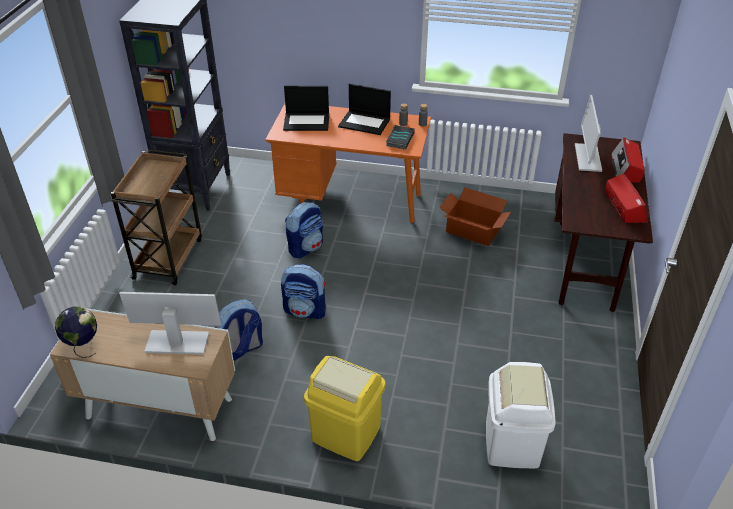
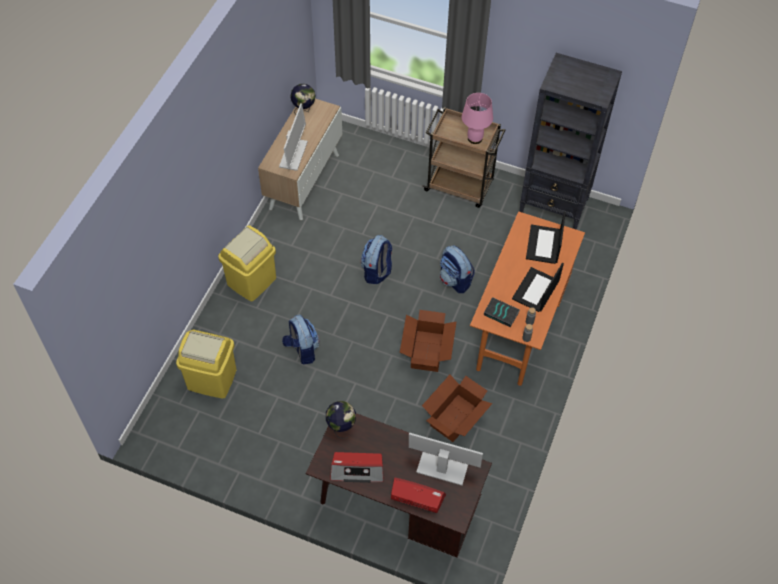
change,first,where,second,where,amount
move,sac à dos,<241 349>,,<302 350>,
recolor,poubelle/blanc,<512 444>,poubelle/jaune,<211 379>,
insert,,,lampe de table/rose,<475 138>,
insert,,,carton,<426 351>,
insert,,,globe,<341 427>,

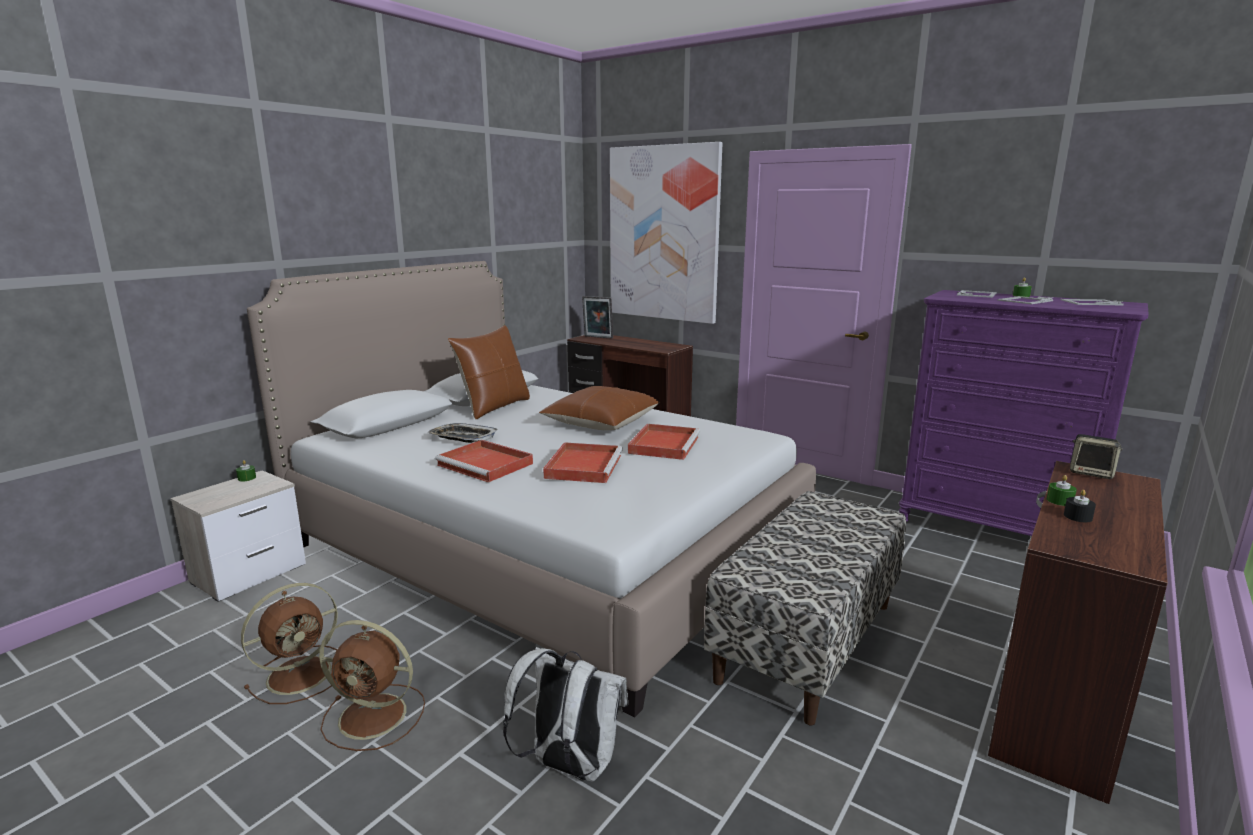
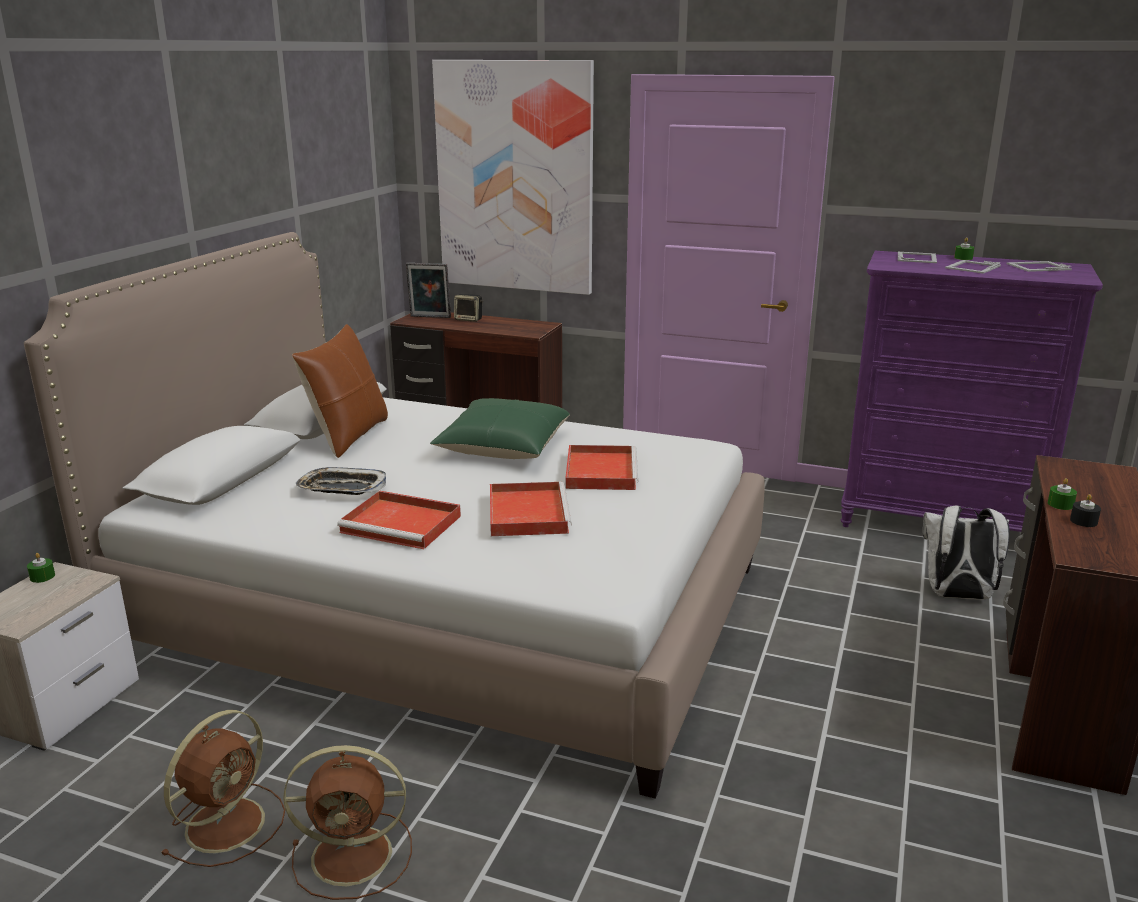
change,first,where,second,where,amount
recolor,coussin/marron,<600 422>,coussin/vert,<503 446>,
move,enceinte,<1091 473>,,<469 319>,
delete,banc,<806 640>,,,
move,sac à dos/blanc,<569 766>,,<957 596>,

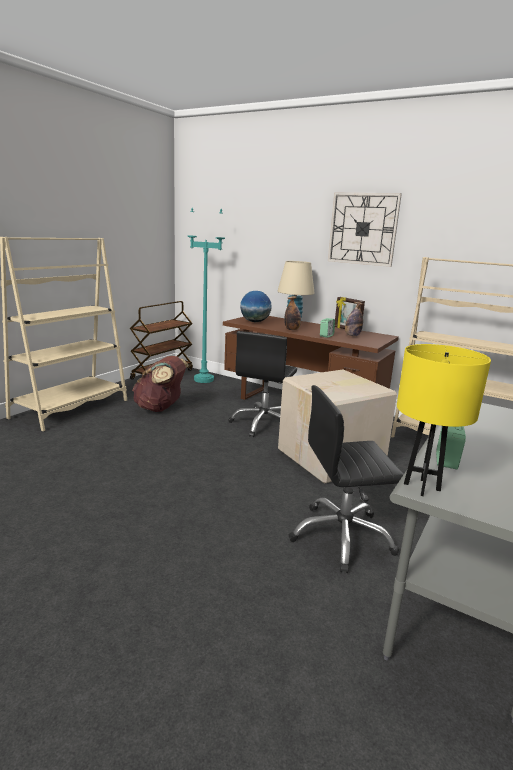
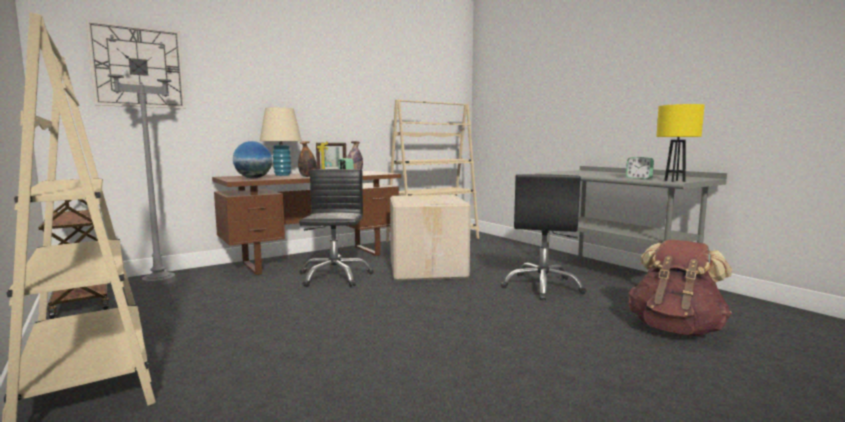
change,first,where,second,where,amount
move,horloge murale,<363 229>,,<138 67>,
recolor,lampadaire/turquoise,<204 379>,lampadaire/gris,<159 281>,
rotate,chaise de bureau/noir,<263 424>,,<334 277>,135 degrees counterclockwise
move,sac à dos/marron,<160 408>,,<675 329>,

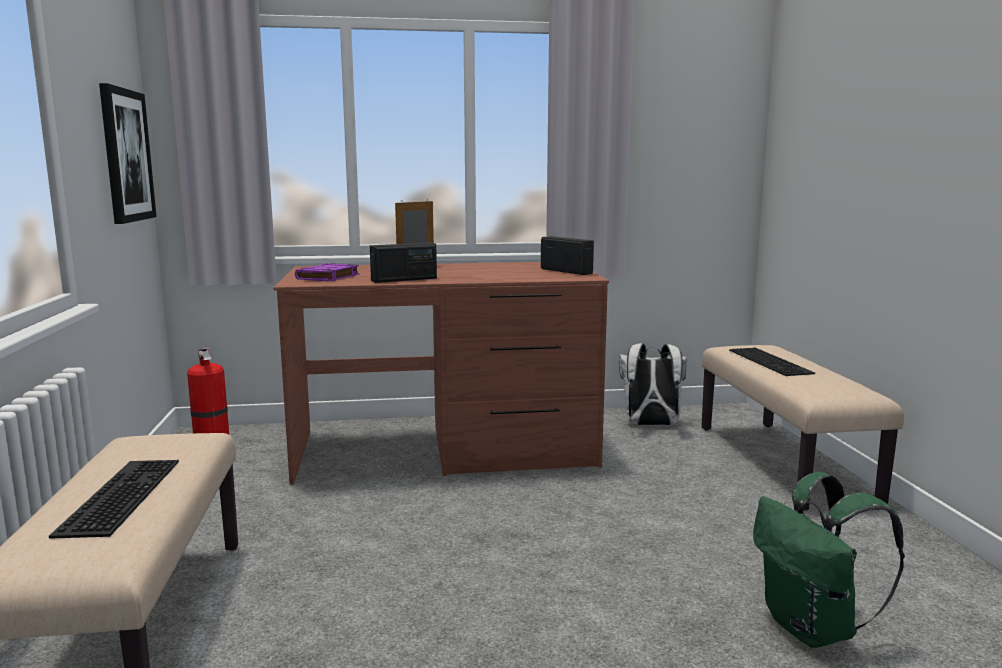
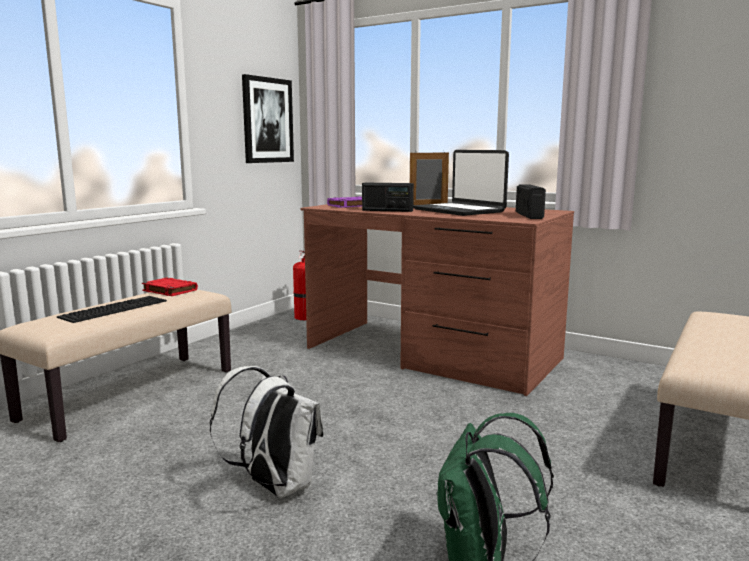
change,first,where,second,where,amount
move,sac à dos/blanc,<650 425>,,<274 486>,
delete,clavier,<771 361>,,,
insert,,,ordinateur portable,<459 210>,
insert,,,livre/rouge,<169 290>,

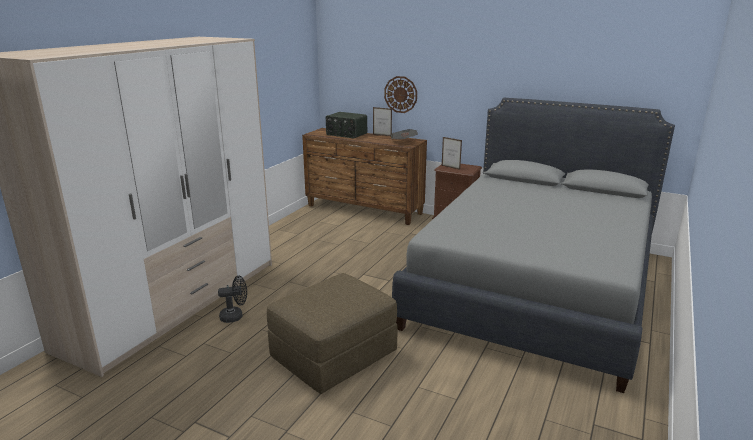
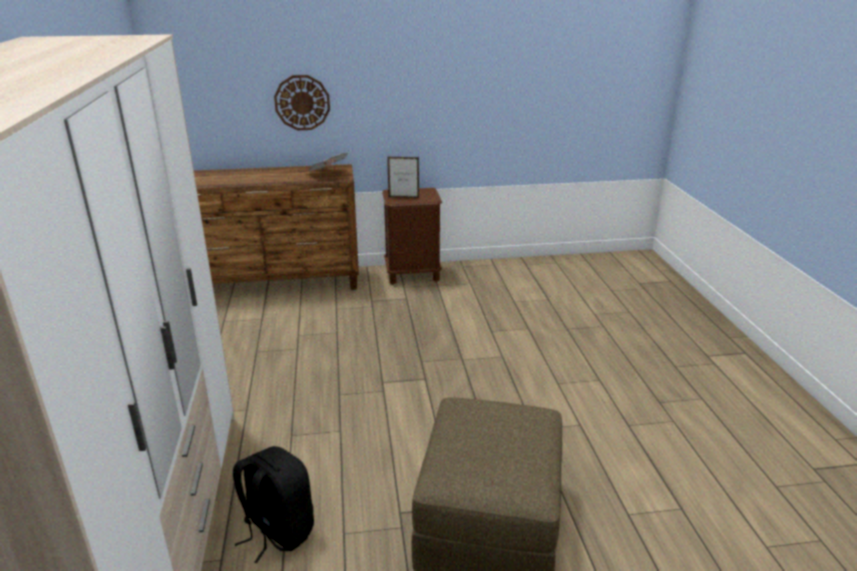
change,first,where,second,where,amount
delete,lit/gris,<535 287>,,,
delete,cadre photo,<382 135>,,,
delete,radio,<346 134>,,,
replace,ventilateur/noir,<235 316>,sac à dos/noir,<277 531>,

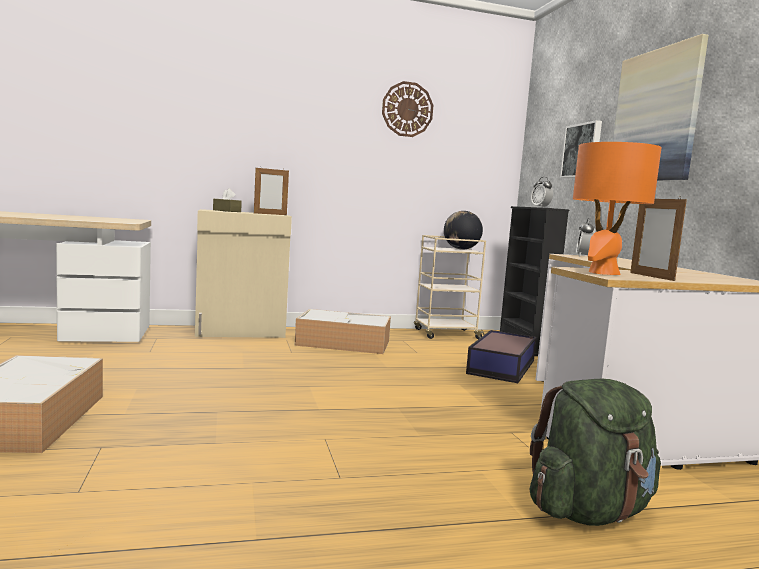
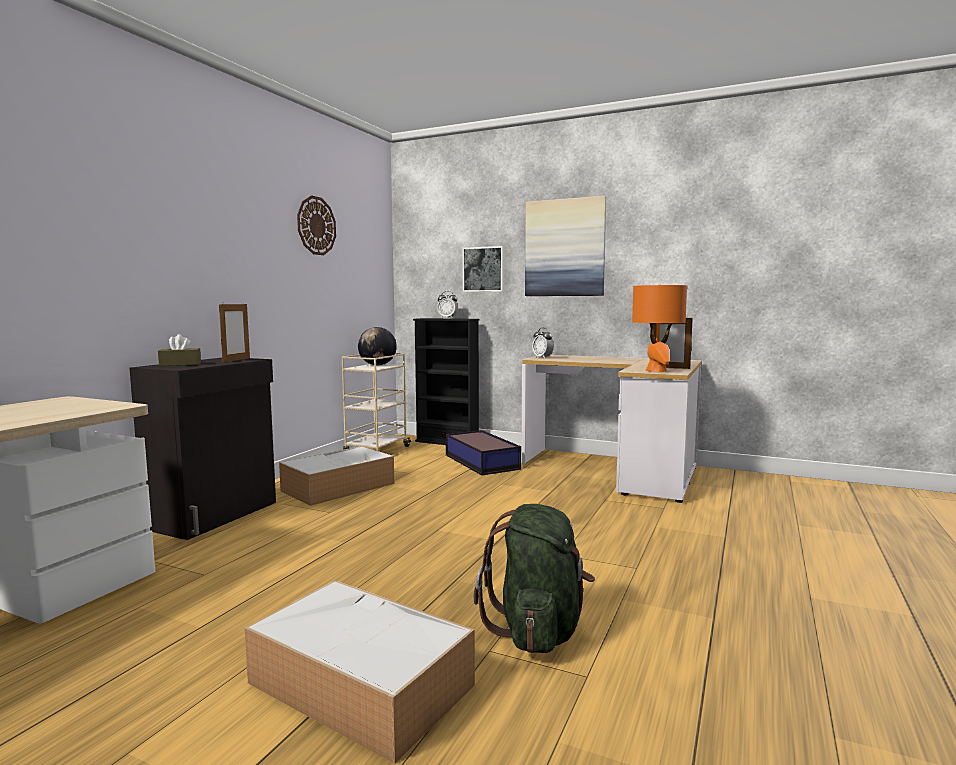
change,first,where,second,where,amount
recolor,meuble de rangement/beige,<241 332>,meuble de rangement/noir,<215 515>,
move,sac à dos/vert,<589 512>,,<538 630>,

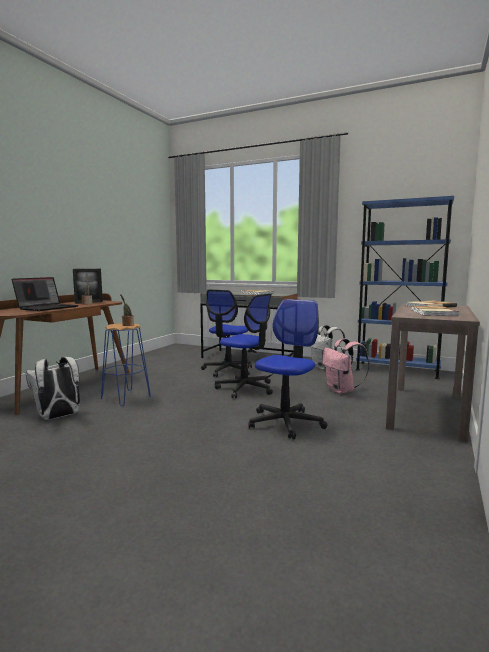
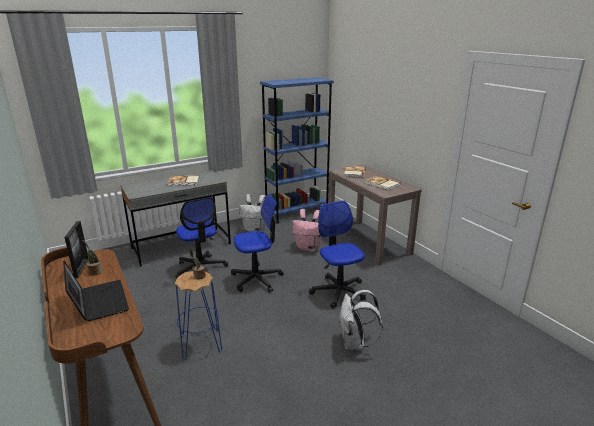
change,first,where,second,where,amount
move,sac à dos/blanc,<58 417>,,<355 343>,

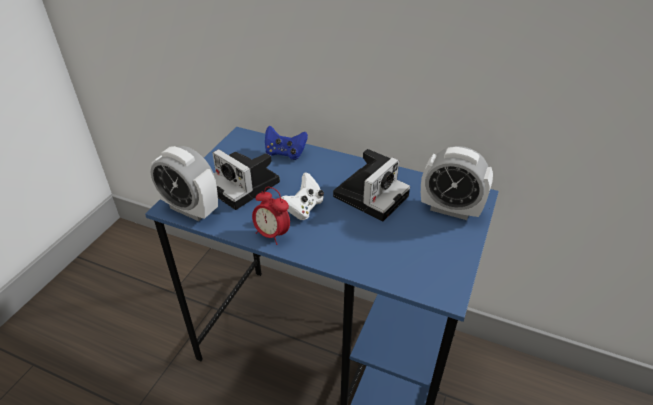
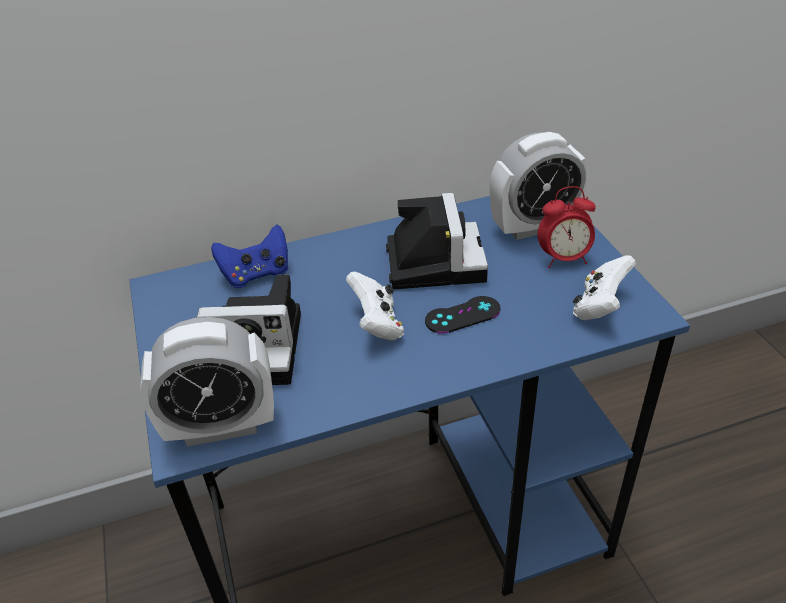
change,first,where,second,where,amount
move,réveil,<272 234>,,<564 259>,
insert,,,manette/blanc,<599 306>,
insert,,,manette/noir,<462 315>,

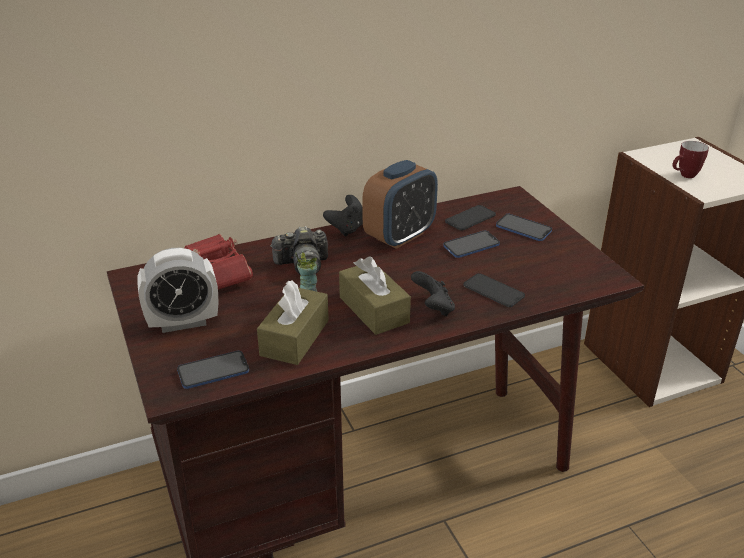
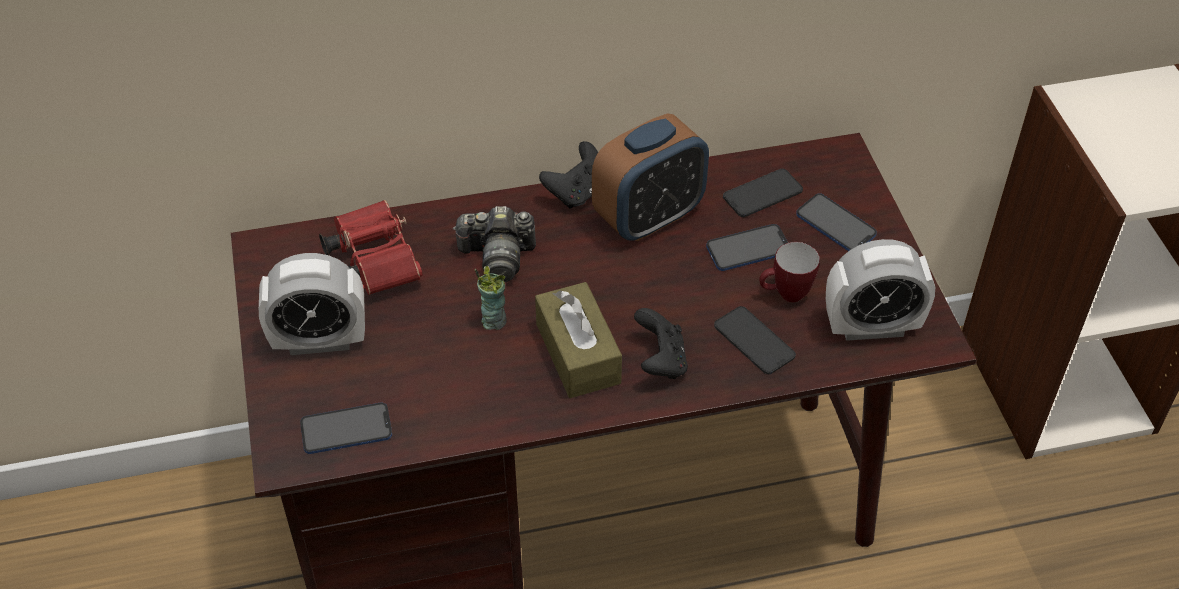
change,first,where,second,where,amount
move,mug,<685 176>,,<785 295>,
delete,boîte à mouchoirs/marron,<295 338>,,,
insert,,,réveil,<871 327>,

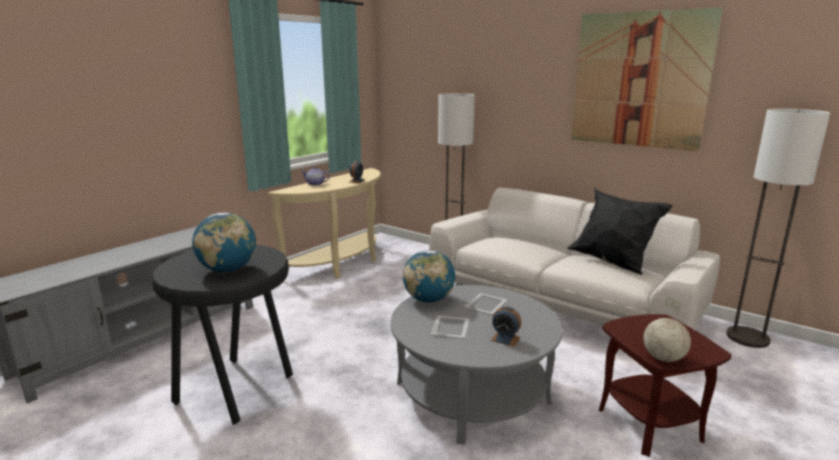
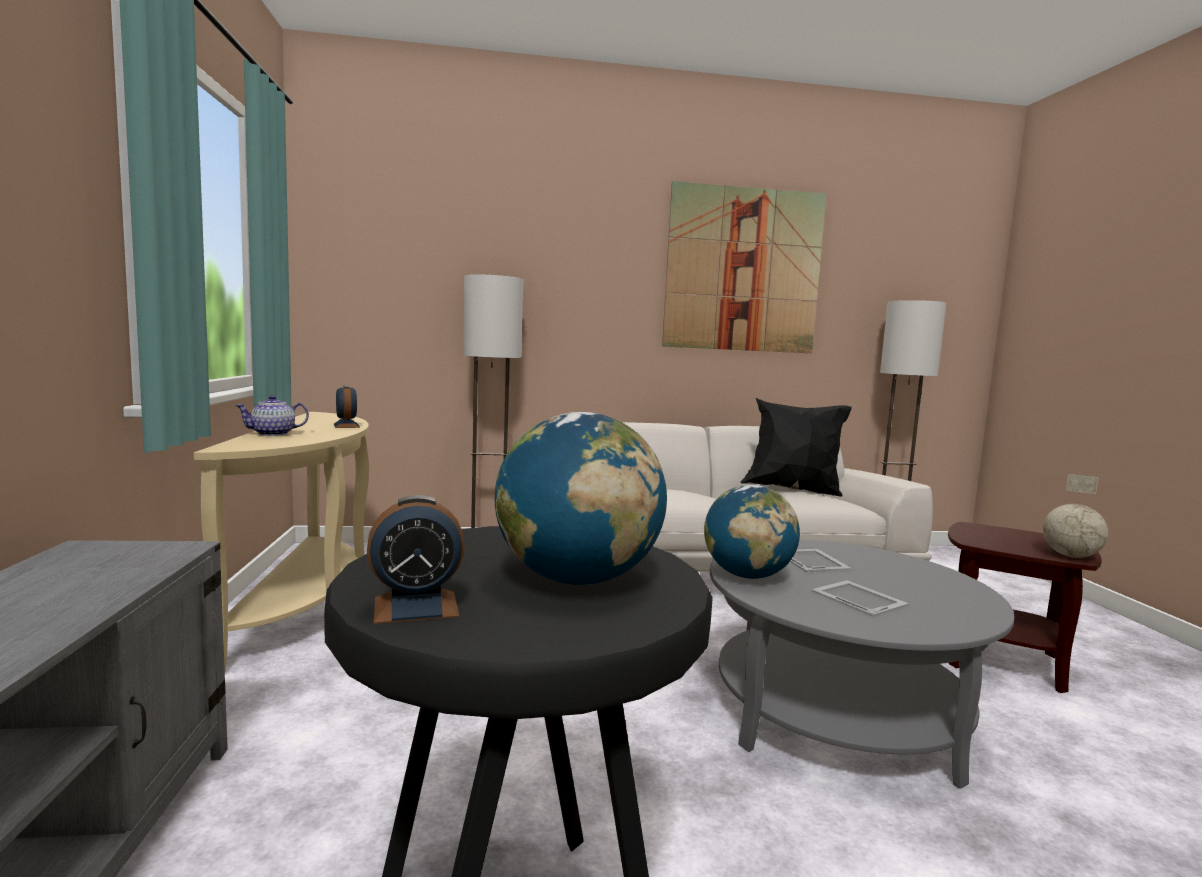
change,first,where,second,where,amount
move,réveil,<505 339>,,<416 607>,

